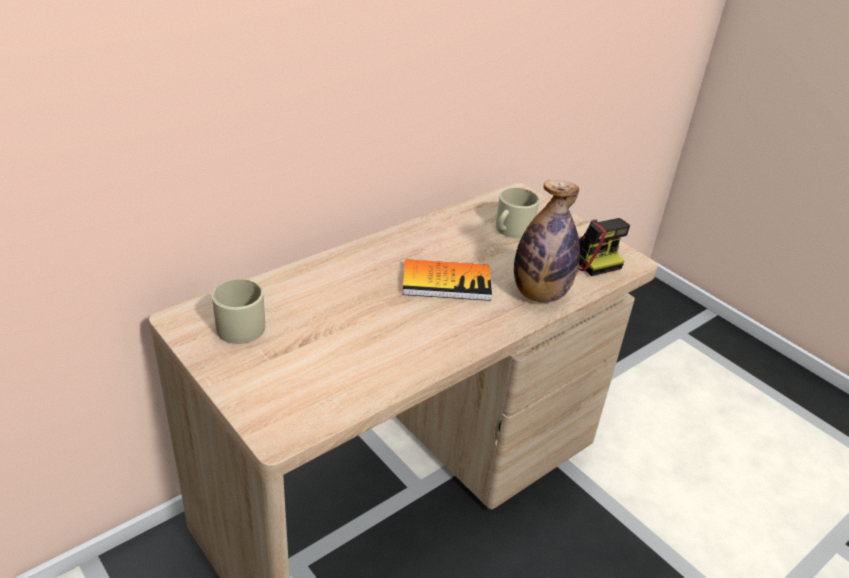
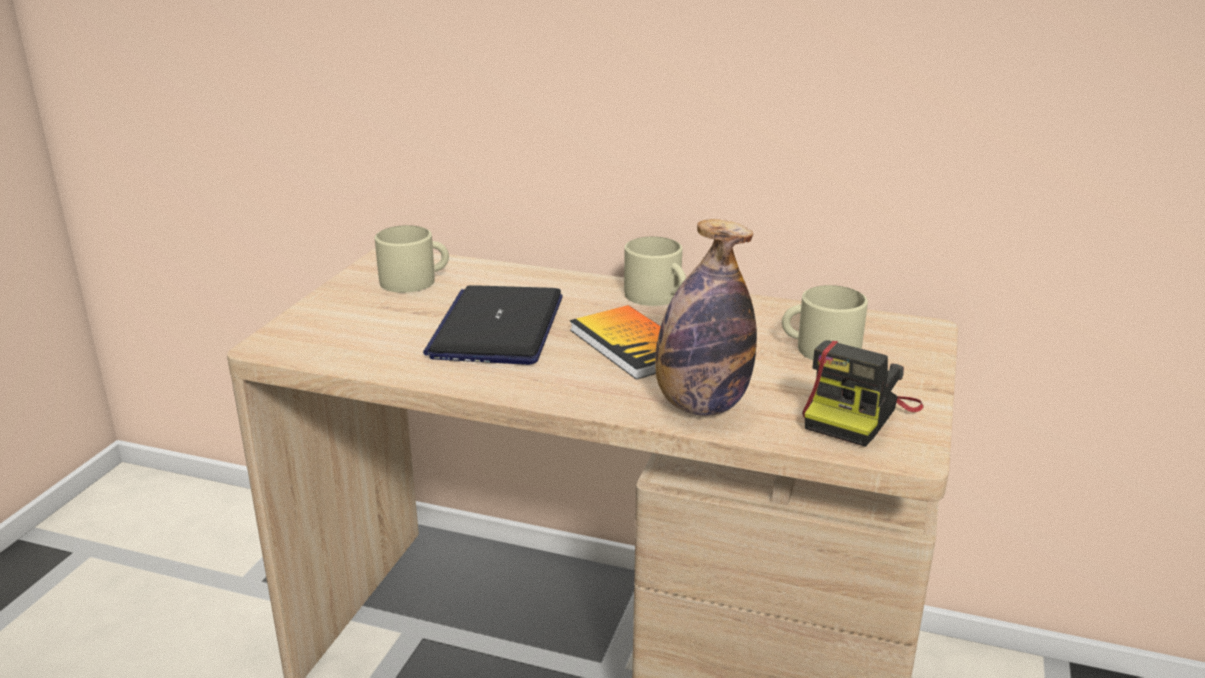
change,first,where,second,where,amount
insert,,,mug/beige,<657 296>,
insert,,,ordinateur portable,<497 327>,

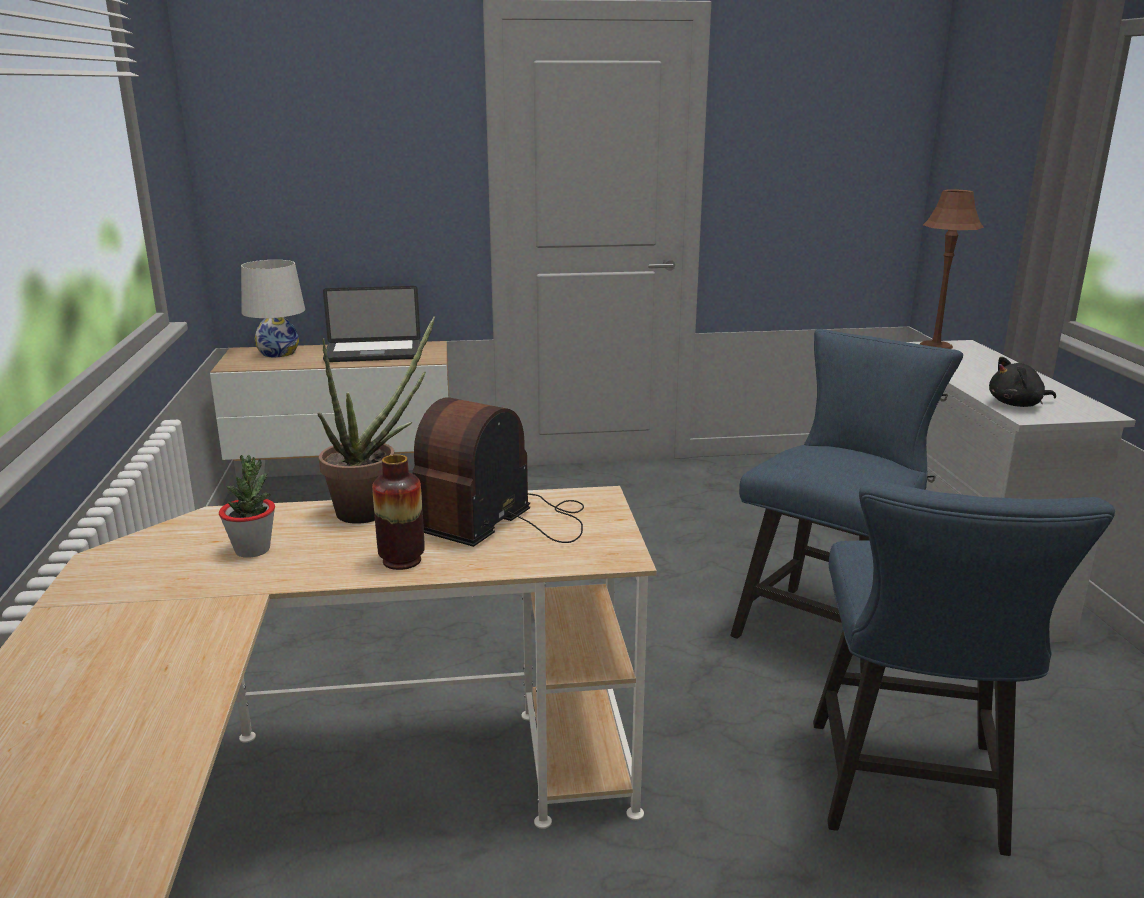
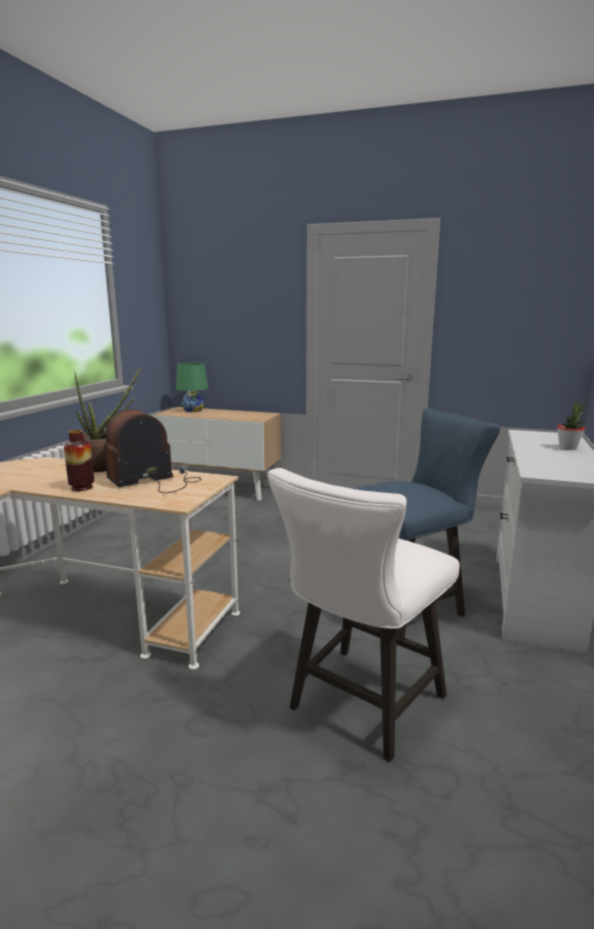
change,first,where,second,where,amount
delete,lampe de table/marron,<936 346>,,,
recolor,lampe de table/blanc,<278 353>,lampe de table/vert,<193 410>,
delete,ordinateur portable,<373 353>,,,
delete,peluche/noir,<1017 404>,,,
move,plante en pot,<253 550>,,<568 448>,
recolor,chaise/bleu,<909 796>,chaise/blanc,<360 707>,

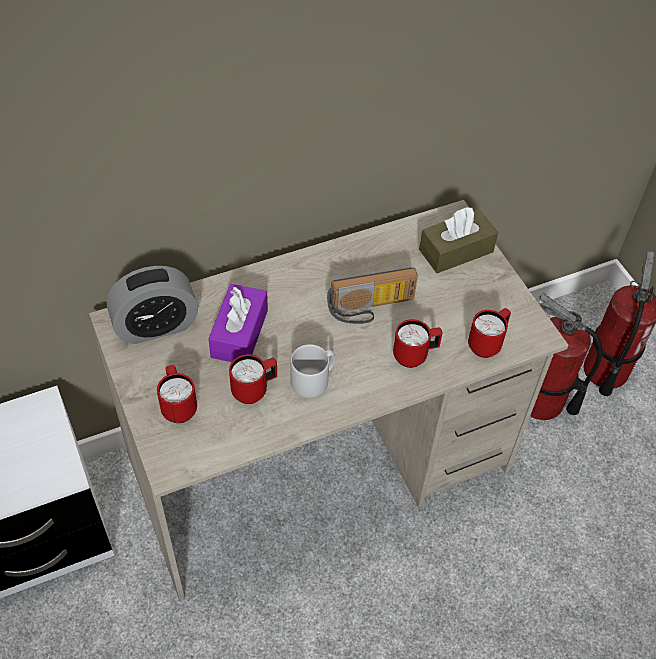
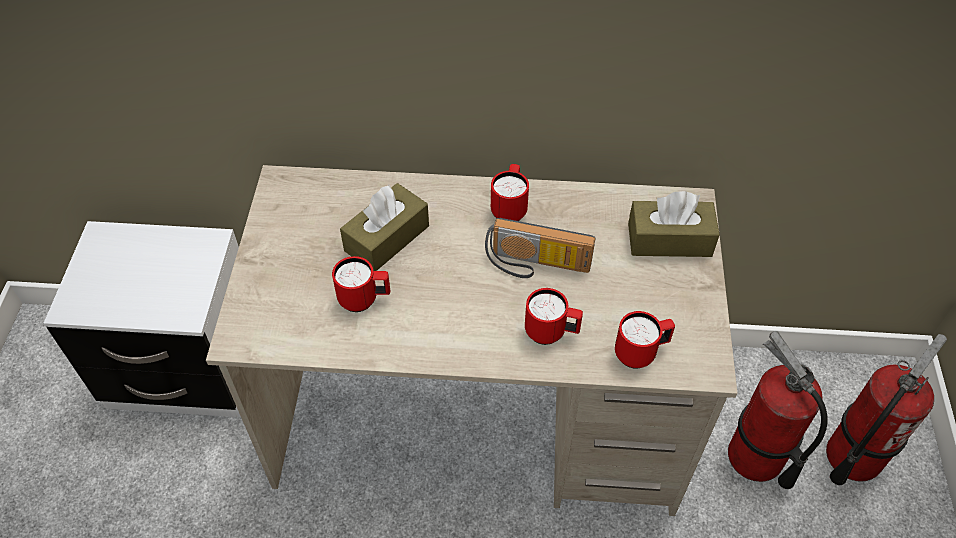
change,first,where,second,where,amount
delete,réveil,<156 326>,,,
recolor,boîte à mouchoirs/violet,<239 333>,boîte à mouchoirs/marron,<387 238>,
delete,mug/gris,<313 380>,,,
move,mug/rouge,<178 406>,,<509 208>,

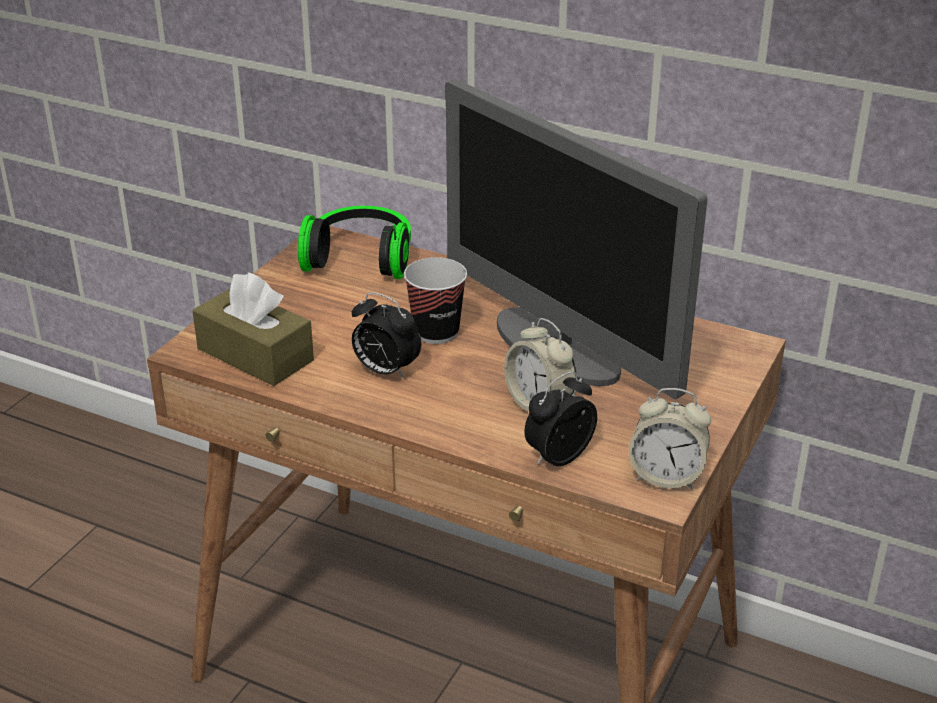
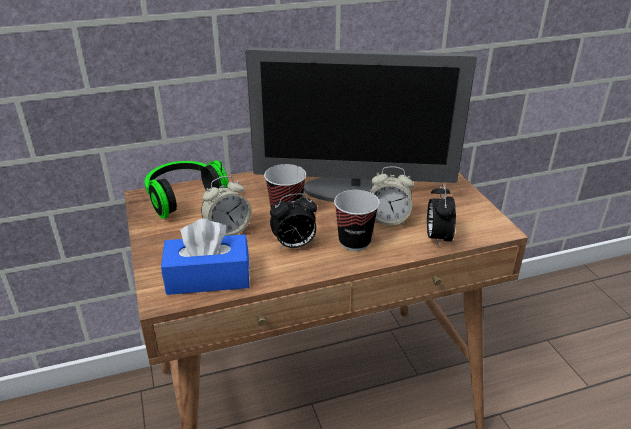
change,first,where,second,where,amount
recolor,boîte à mouchoirs/marron,<255 355>,boîte à mouchoirs/bleu,<208 277>,
move,réveil,<666 476>,,<228 231>,
insert,,,tasse,<354 242>,

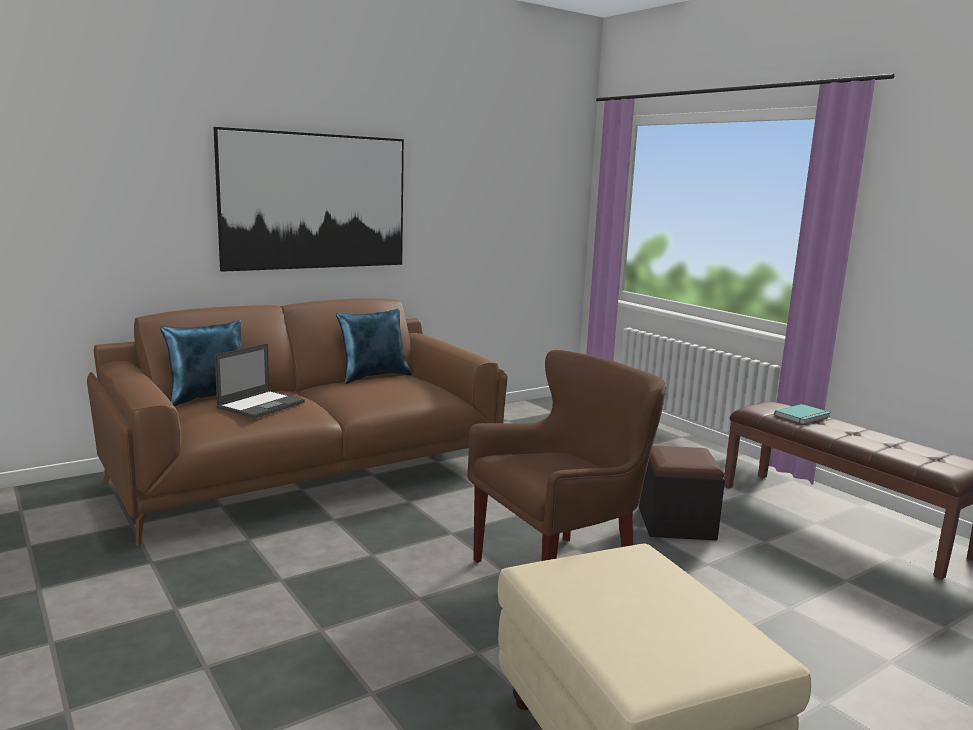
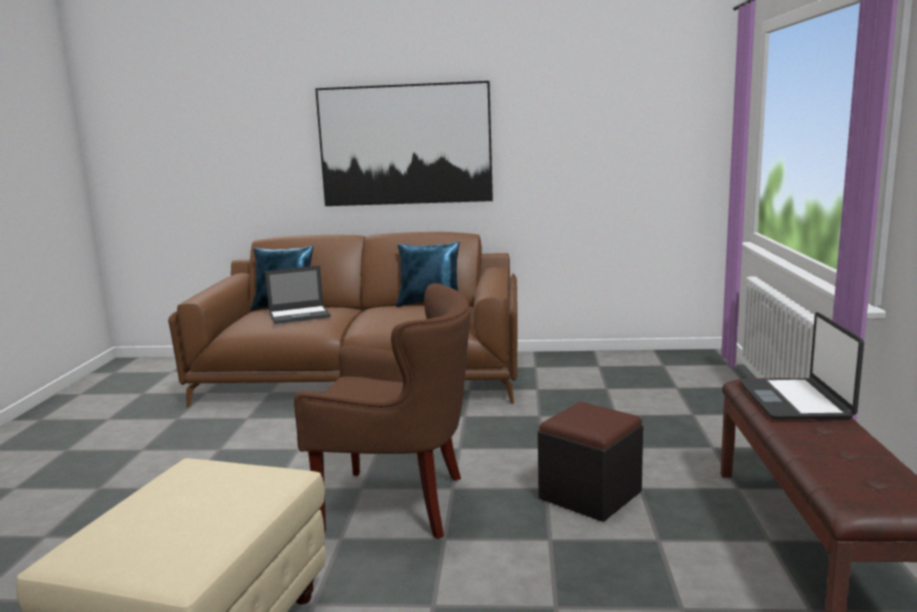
change,first,where,second,where,amount
replace,livre/turquoise,<803 416>,ordinateur portable,<796 401>,

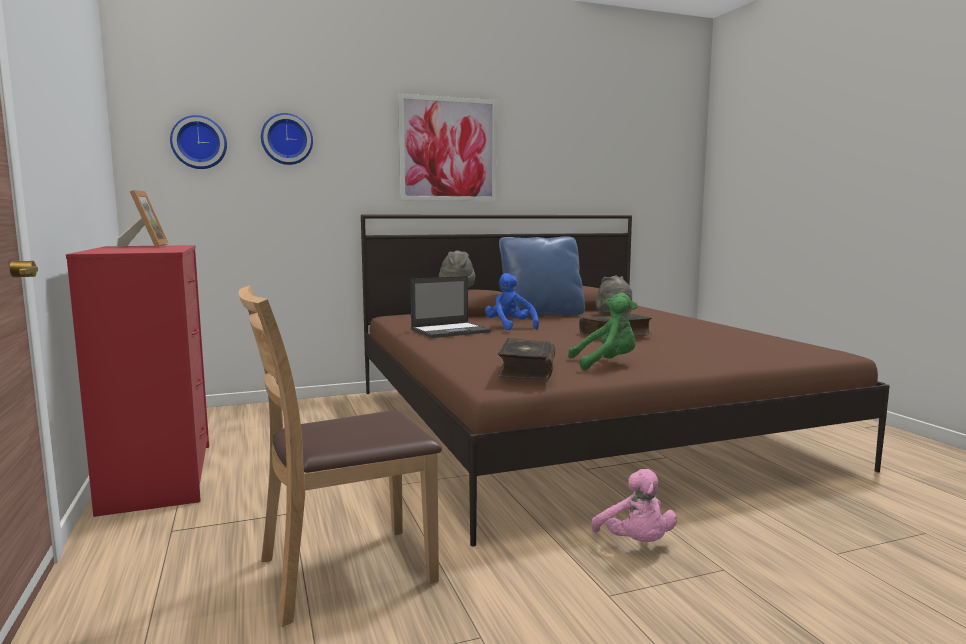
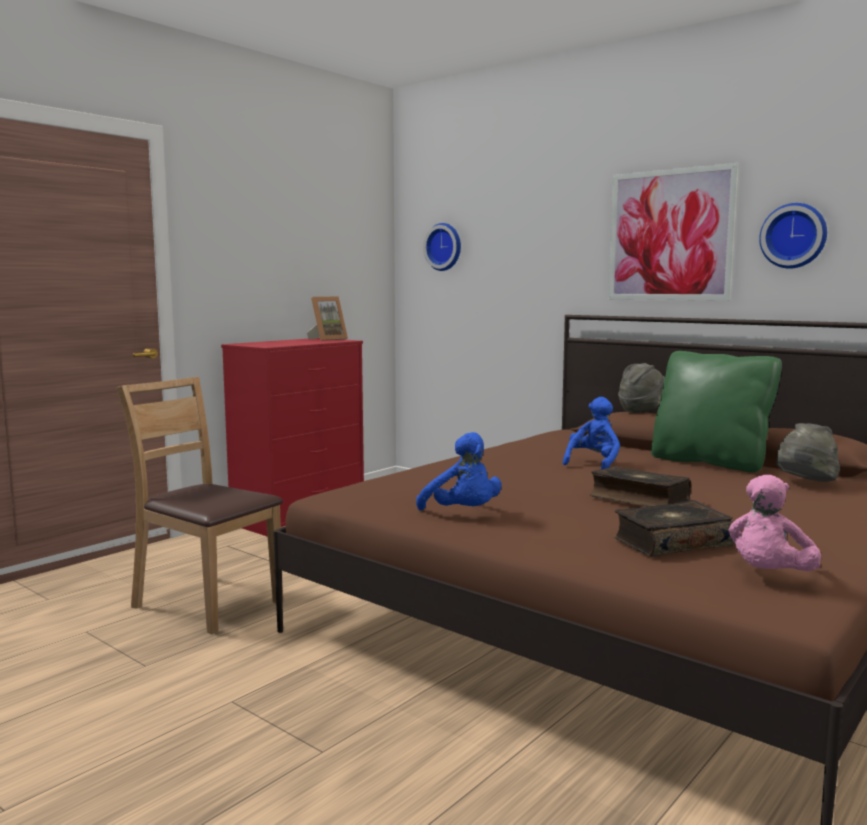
change,first,where,second,where,amount
move,horloge murale,<286 139>,,<794 236>,
recolor,coussin/bleu,<541 314>,coussin/vert,<710 462>,
delete,ordinateur portable,<451 331>,,,
recolor,peluche/vert,<606 364>,peluche/bleu,<463 513>,
move,livre,<525 370>,,<672 542>,
move,peluche/rose,<636 543>,,<769 576>,

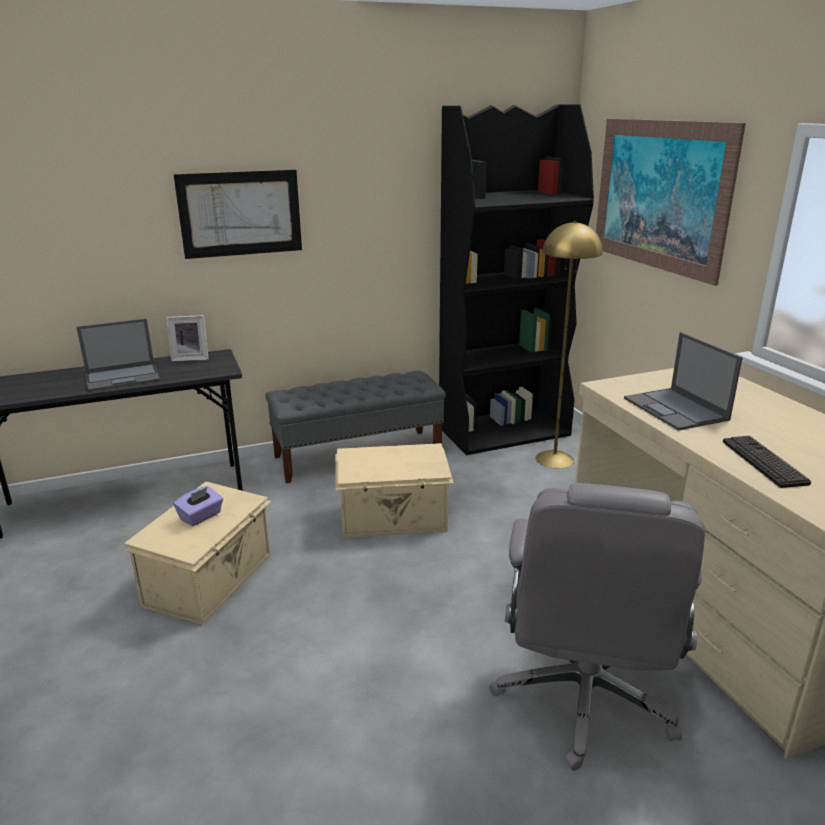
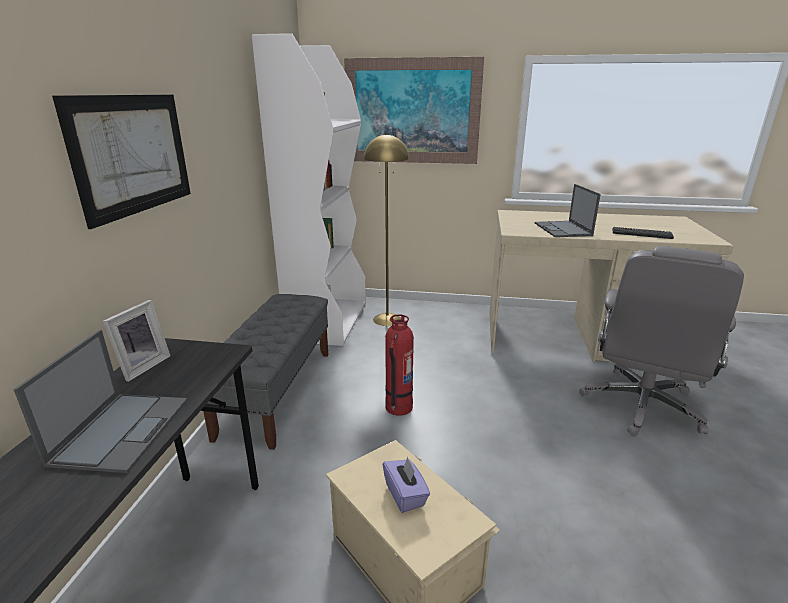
change,first,where,second,where,amount
recolor,bibliothèque/noir,<504 431>,bibliothèque/blanc,<328 320>,
rotate,ordinateur portable,<676 409>,,<563 229>,75 degrees clockwise
replace,boîte de rangement/beige,<394 518>,extincteur,<398 407>,
rotate,chaise de bureau/gris,<584 698>,,<641 406>,75 degrees clockwise

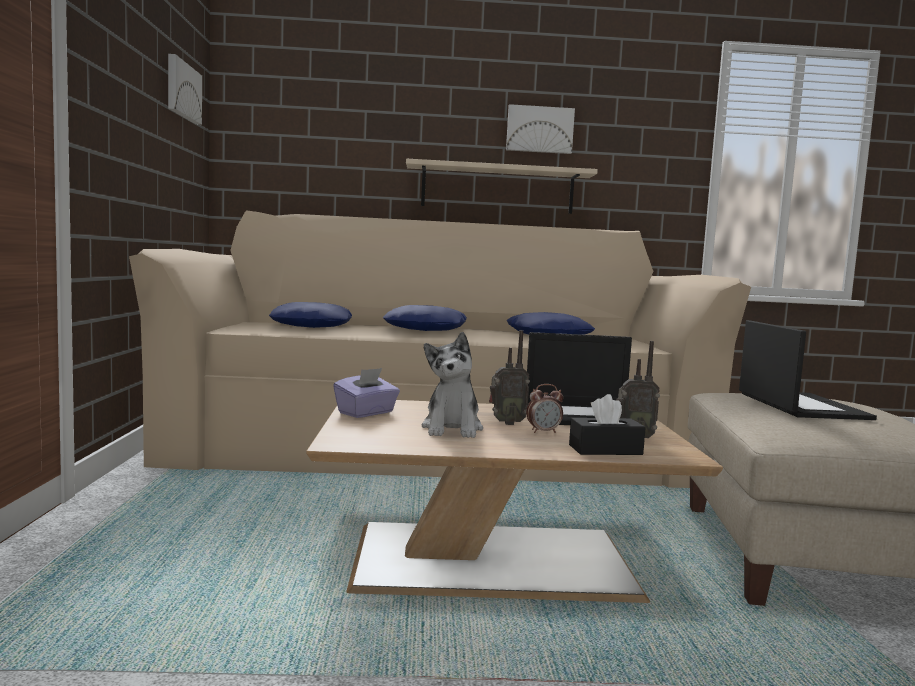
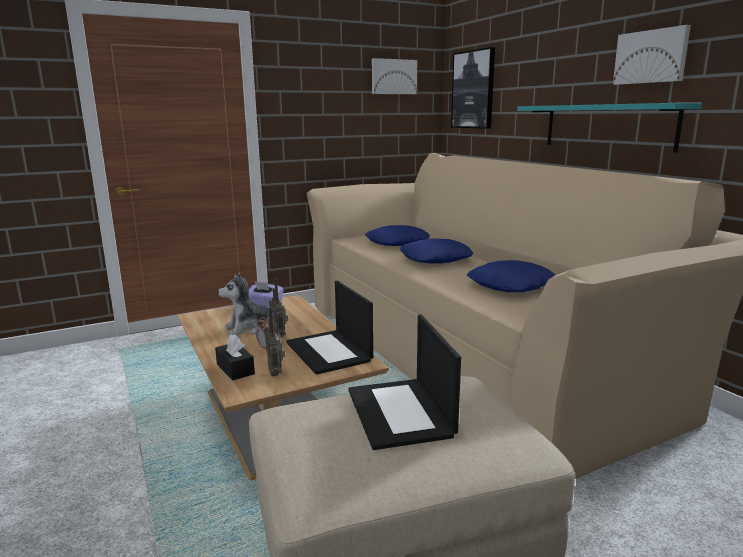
change,first,where,second,where,amount
recolor,étagère/beige,<497 189>,étagère/turquoise,<607 126>,
rotate,ordinateur portable,<799 405>,,<401 413>,105 degrees clockwise
insert,,,tableau,<473 90>,

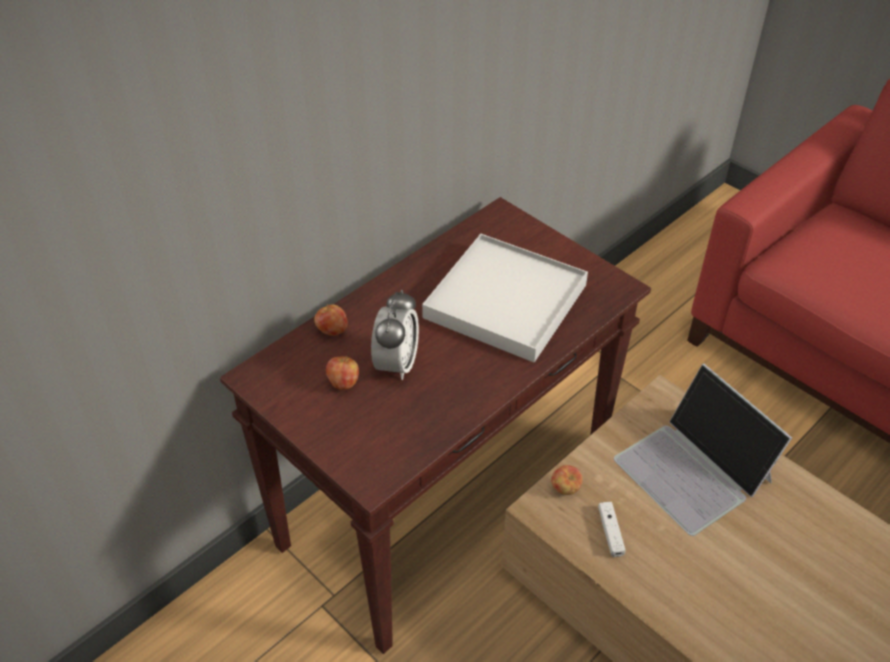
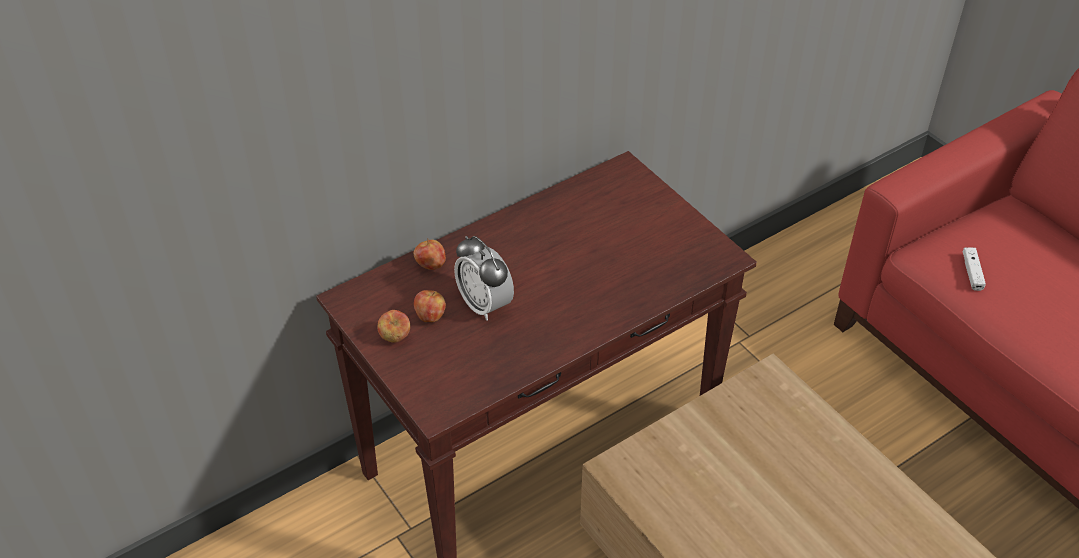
change,first,where,second,where,amount
delete,plateau/blanc,<506 301>,,,
rotate,réveil,<396 364>,,<485 305>,120 degrees clockwise
delete,ordinateur portable,<694 470>,,,
move,pomme,<565 489>,,<395 337>,
move,manette/blanc,<610 532>,,<972 273>,

